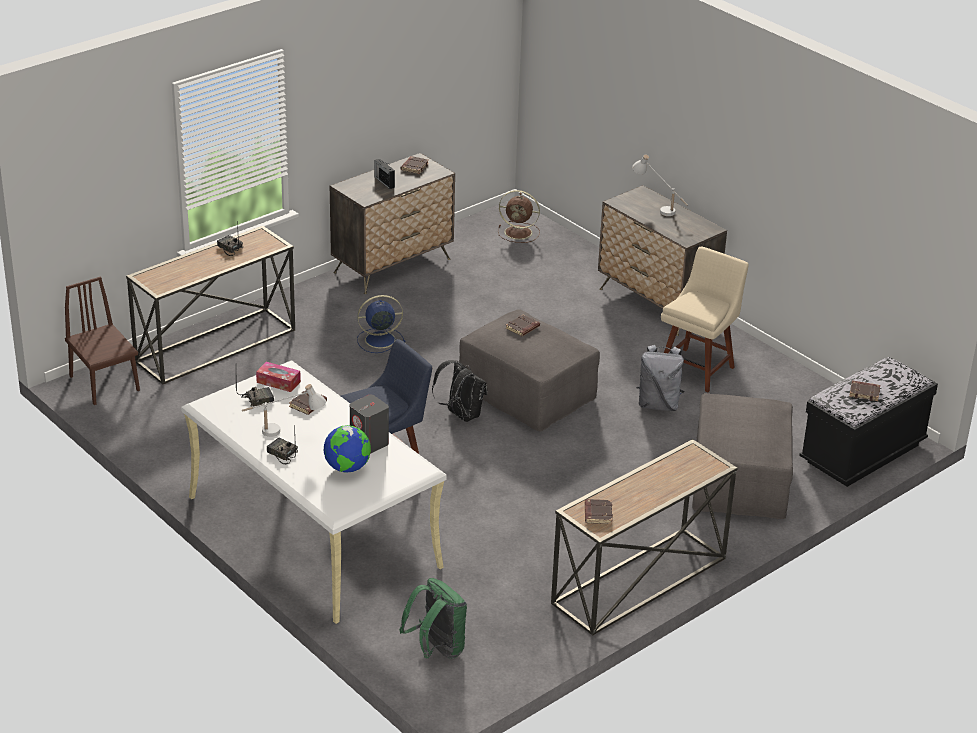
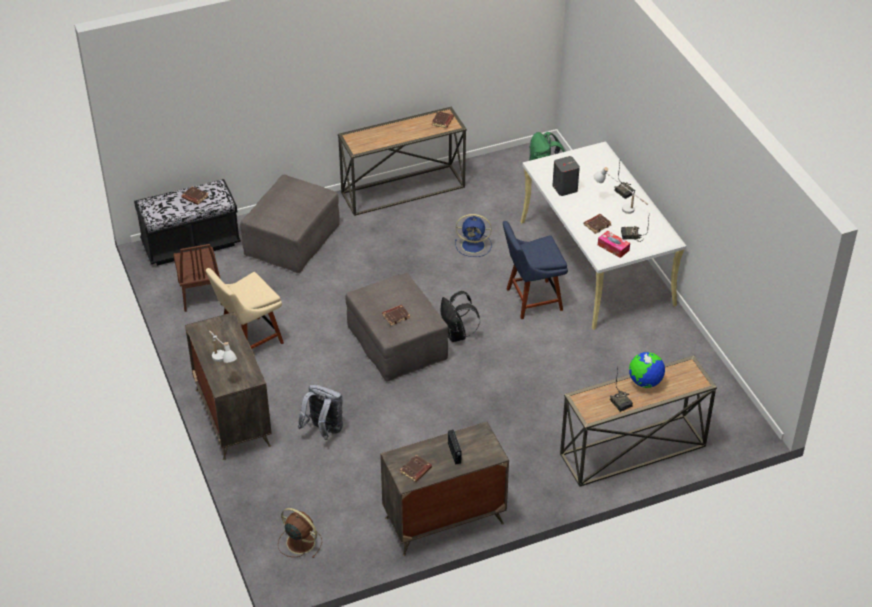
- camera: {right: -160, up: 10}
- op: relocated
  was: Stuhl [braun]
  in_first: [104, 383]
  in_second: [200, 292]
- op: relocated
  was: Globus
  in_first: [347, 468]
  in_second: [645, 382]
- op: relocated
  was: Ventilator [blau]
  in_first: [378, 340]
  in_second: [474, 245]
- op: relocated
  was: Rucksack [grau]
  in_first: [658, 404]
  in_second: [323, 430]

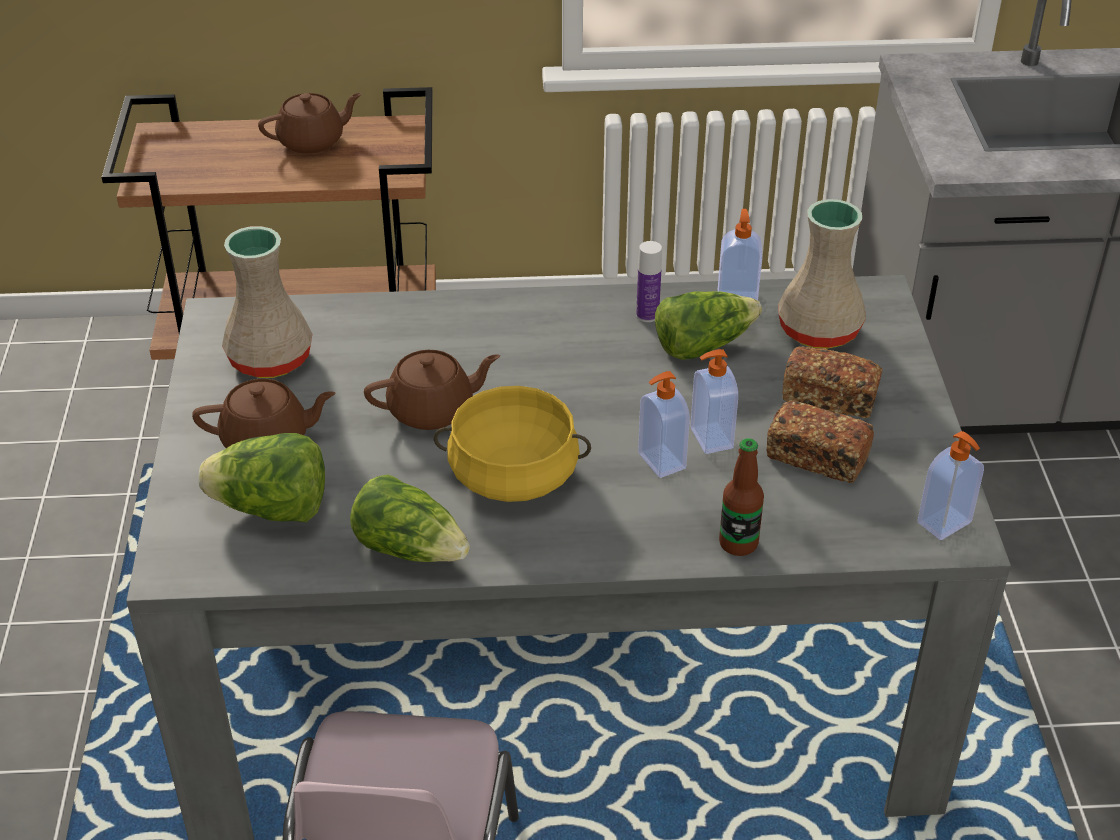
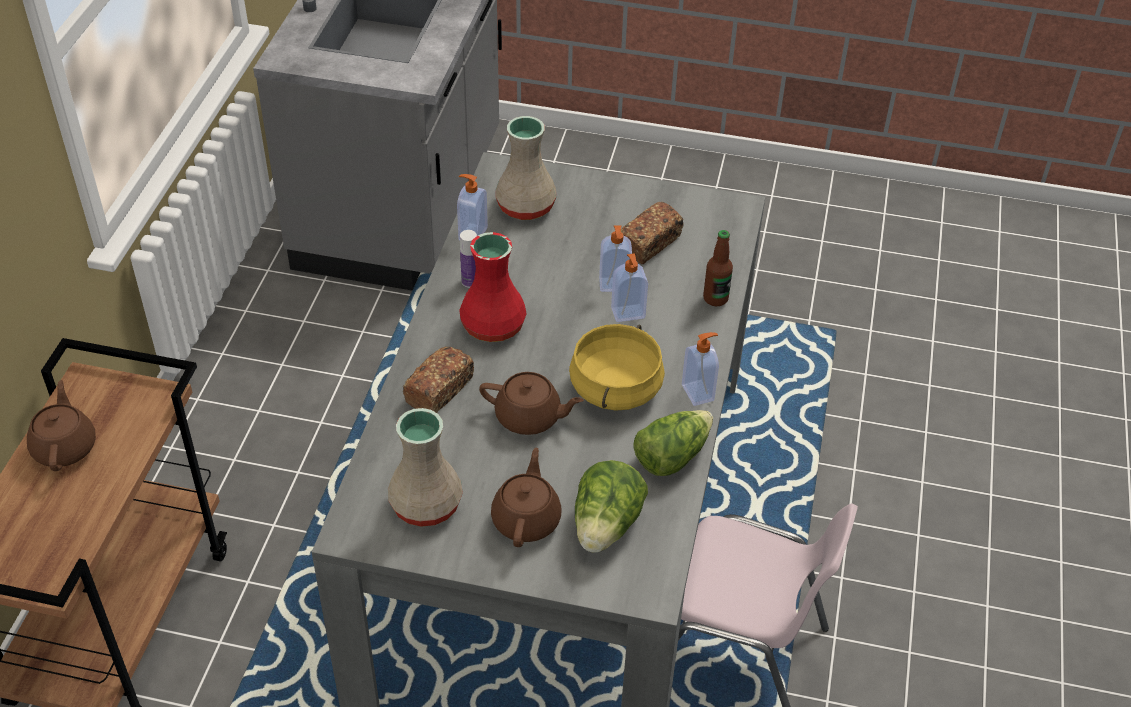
- camera: {right: -75, up: 5}
- op: spun
  was: Teekanne [braun]
  in_first: [433, 410]
  in_second: [529, 417]
  clockwise: 105
- op: missing
  was: Salatkopf
  in_first: [703, 344]
- op: relocated
  was: Brot
  in_first: [829, 397]
  in_second: [439, 390]
- op: relocated
  was: Seifenspender
  in_first: [945, 523]
  in_second: [699, 392]
- op: appeared
  now: Vase [rot]
  in_second: [494, 326]

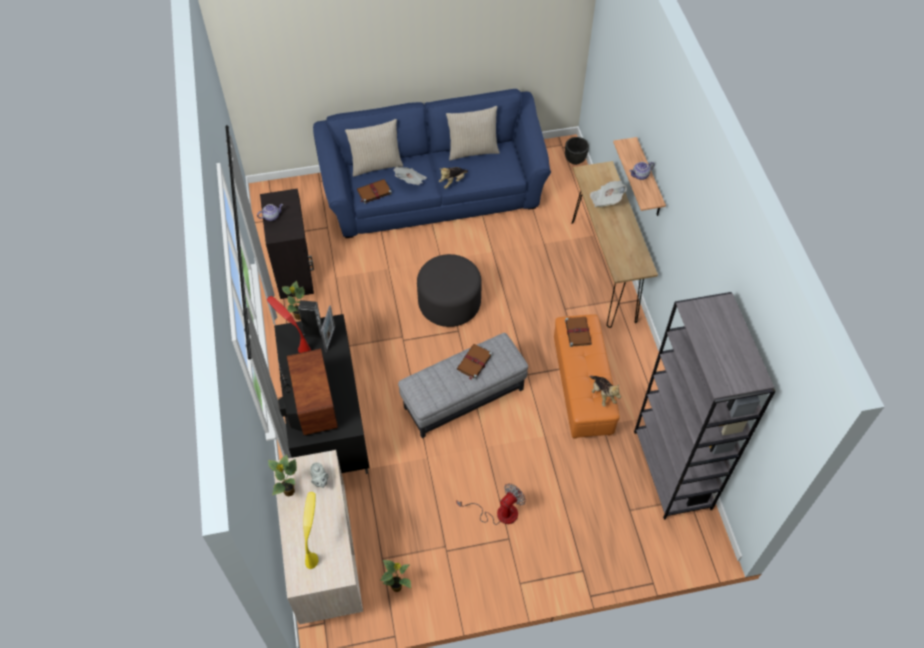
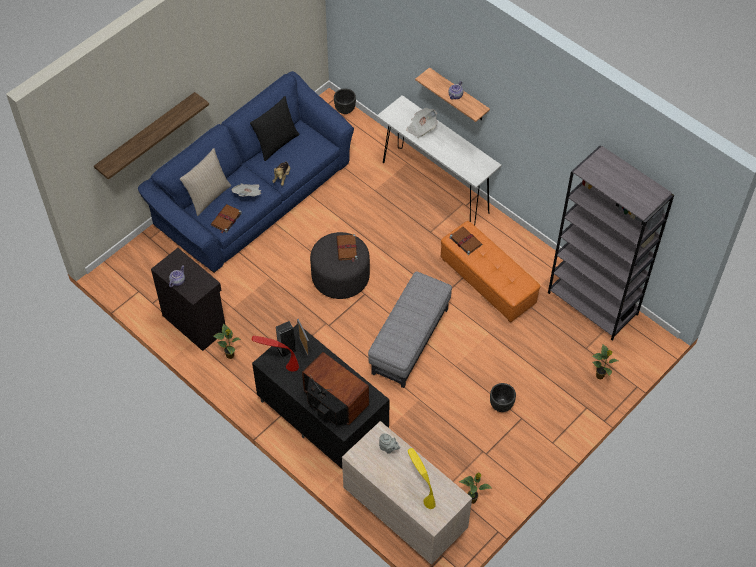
- camera: {right: -35, up: 0}
- op: relocated
  was: Topfpflanze
  in_first: [289, 492]
  in_second: [600, 376]
- op: colour
  was: Kissen [beige]
  now: Kissen [schwarz]
  in_first: [472, 150]
  in_second: [276, 143]
- op: relocated
  was: Buch [braun]
  in_first: [474, 362]
  in_second: [347, 248]
- op: exchanged
  was: Ventilator
  now: Pflanzkübel [schwarz]
  in_first: [499, 513]
  in_second: [501, 405]
- op: colour
  was: Konsolentisch [braun]
  now: Konsolentisch [weiß]
  in_first: [603, 271]
  in_second: [435, 187]
- op: missing
  was: Plüschtier
  in_first: [602, 394]
- op: appeared
  now: Wandregal
  in_second: [146, 135]

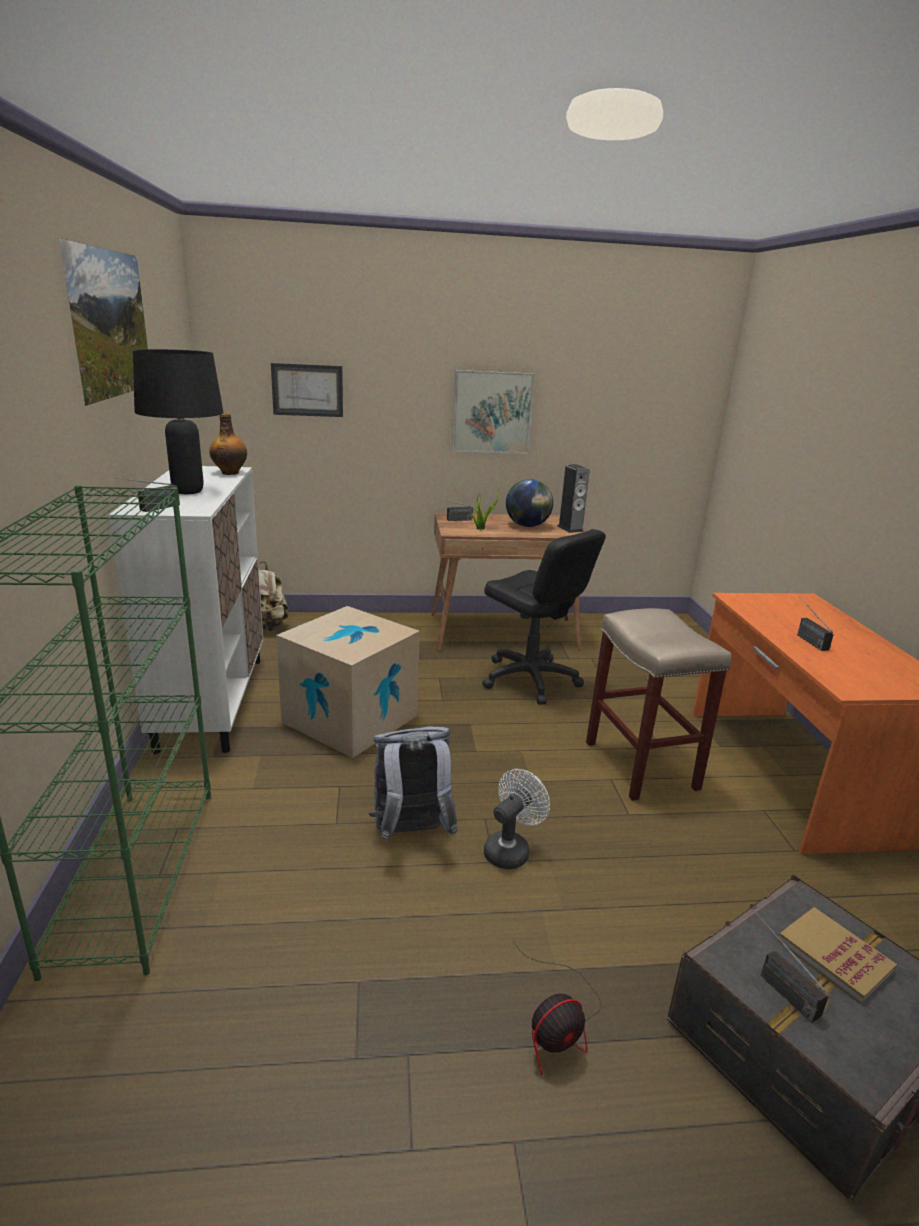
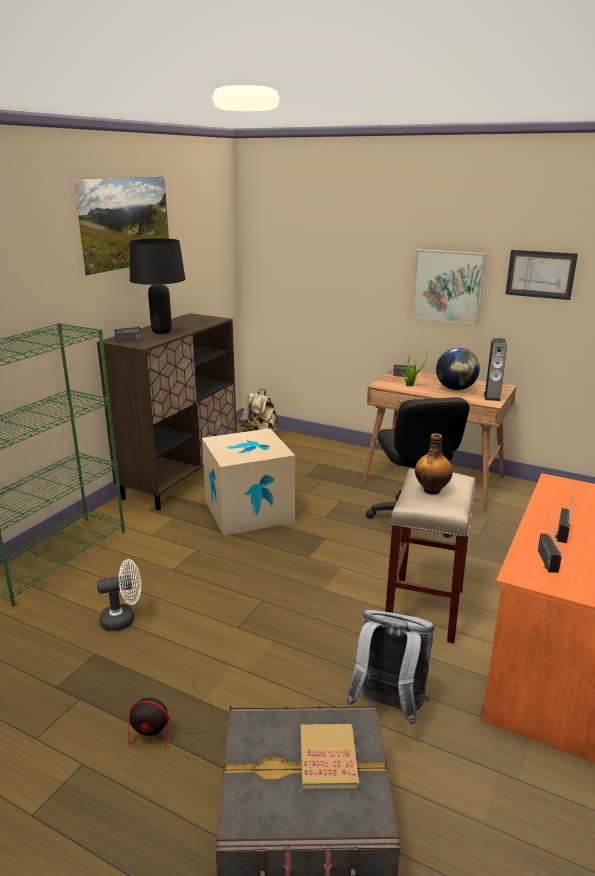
- camera: {right: 35, up: 0}
- op: colour
  was: Schrank [weiß]
  now: Schrank [braun]
  in_first: [212, 701]
  in_second: [180, 478]
- op: relocated
  was: Flasche
  in_first: [230, 473]
  in_second: [432, 490]
- op: relocated
  was: Bild
  in_first: [307, 390]
  in_second: [540, 274]
- op: relocated
  was: Rucksack [grau]
  in_first: [411, 833]
  in_second: [388, 707]
- op: relocated
  was: Ventilator [weiß]
  in_first: [510, 849]
  in_second: [123, 619]
- op: relocated
  was: Radio
  in_first: [775, 983]
  in_second: [543, 555]

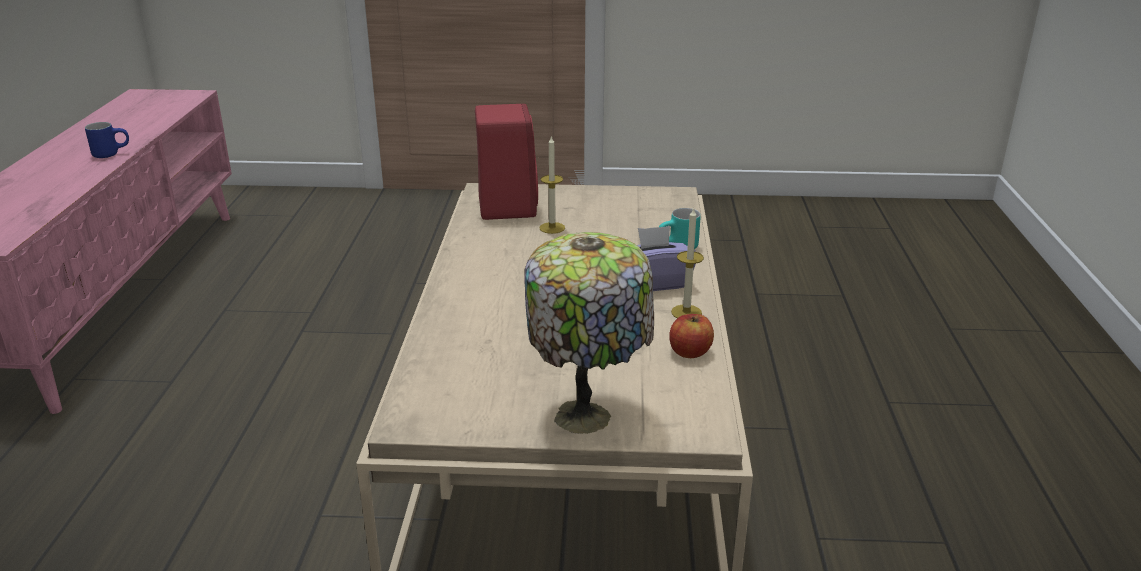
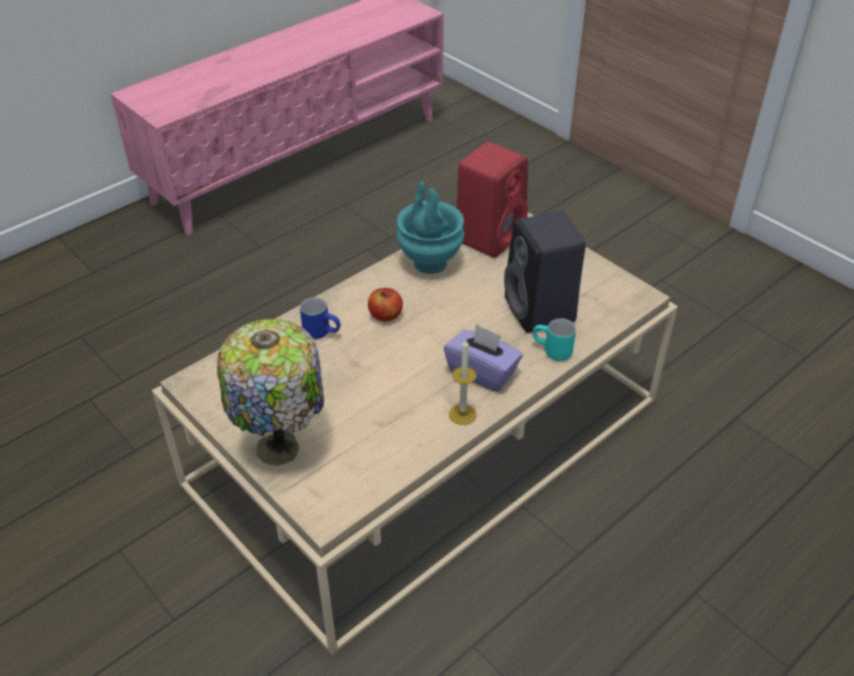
- camera: {right: 45, up: 15}
- op: relocated
  was: Henkelbecher [blau]
  in_first: [111, 153]
  in_second: [323, 332]
- op: missing
  was: Kerze
  in_first: [552, 228]
- op: relocated
  was: Apfel
  in_first: [690, 352]
  in_second: [385, 315]
- op: appeared
  now: Vase [türkis]
  in_second: [429, 263]
- op: appeared
  now: Lautsprecher [schwarz]
  in_second: [541, 311]

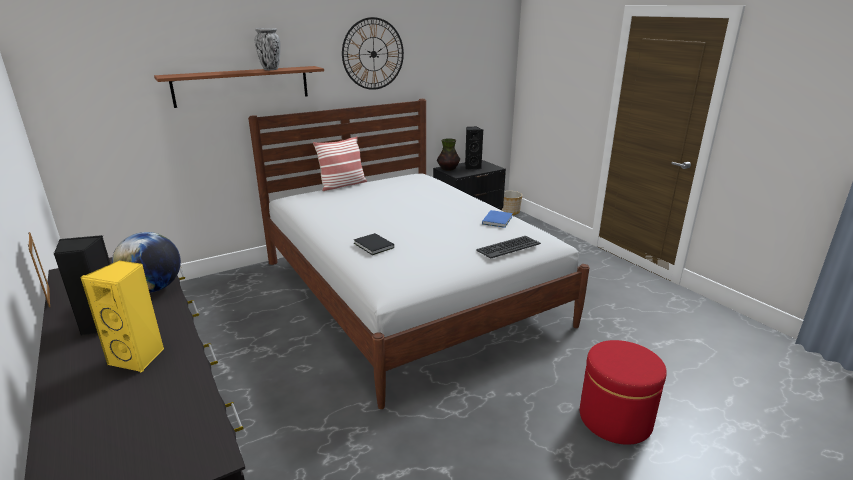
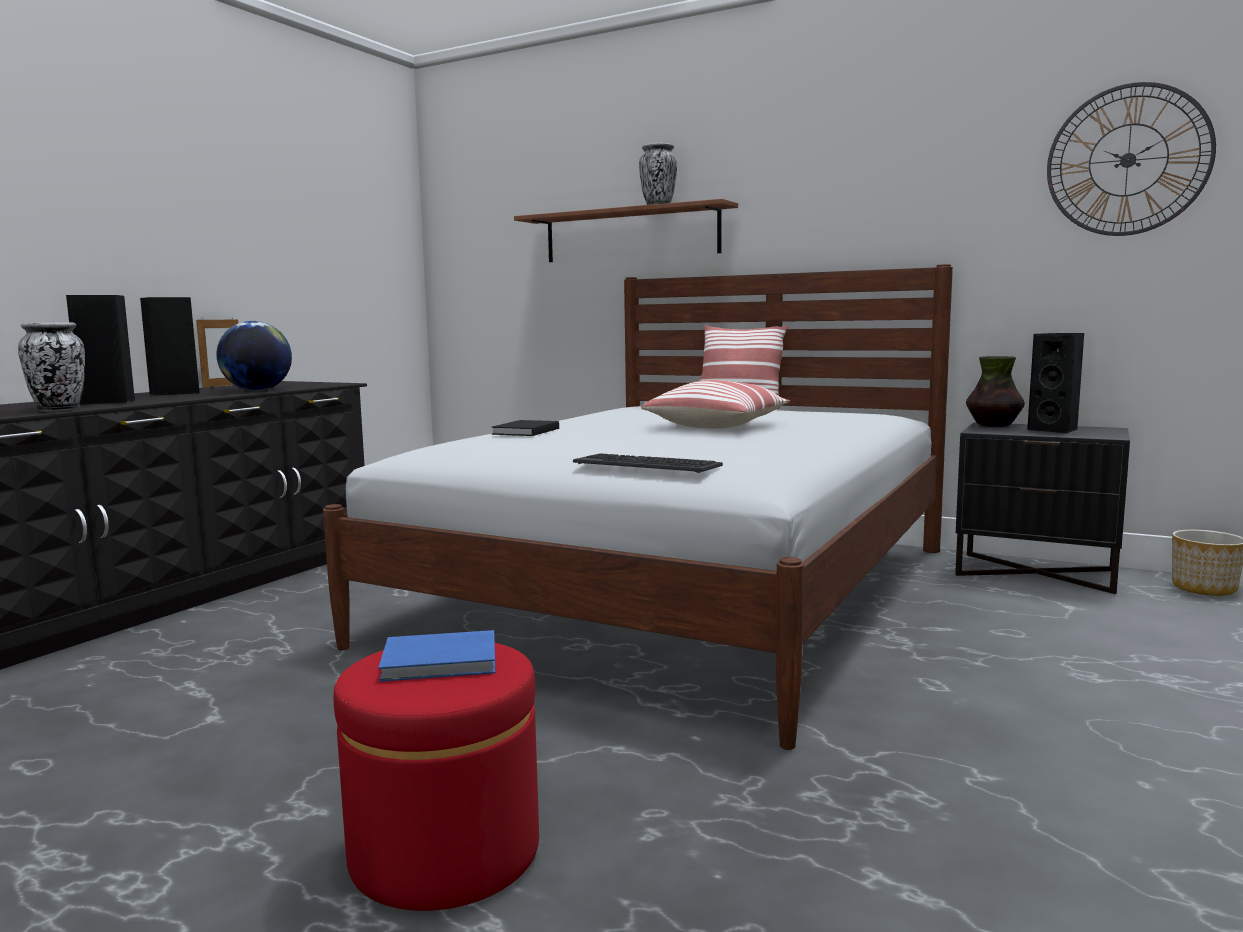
- camera: {right: 60, up: -15}
- op: colour
  was: Lautsprecher [gelb]
  now: Lautsprecher [schwarz]
  in_first: [139, 358]
  in_second: [108, 402]
- op: relocated
  was: Wanduhr
  in_first: [373, 54]
  in_second: [1128, 160]
- op: relocated
  was: Buch [blau]
  in_first: [498, 220]
  in_second: [443, 661]
- op: appeared
  now: Vase
  in_second: [59, 410]
- op: appeared
  now: Kissen
  in_second: [717, 425]

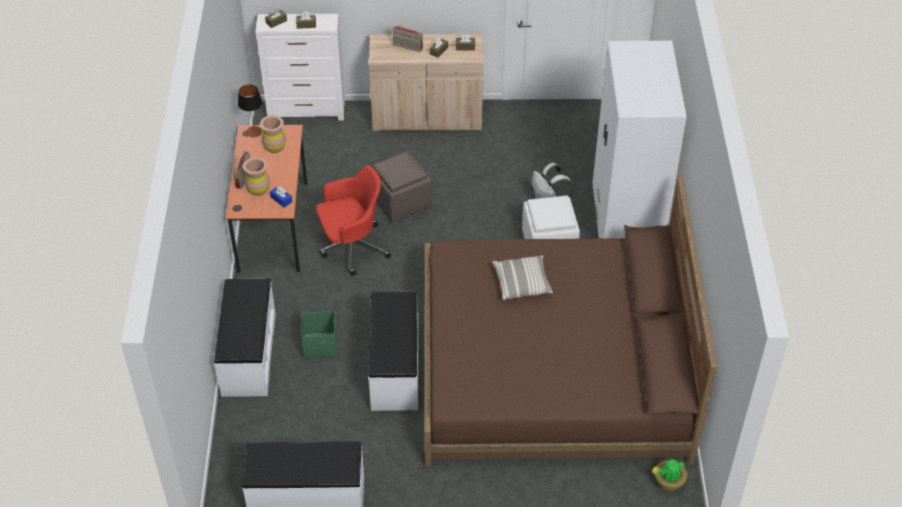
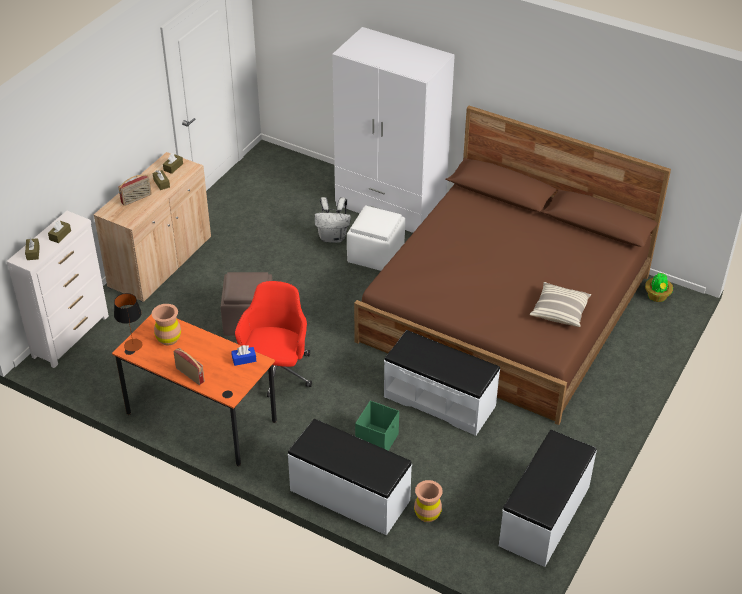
- camera: {right: -60, up: -5}
- op: relocated
  was: Vase [braun]
  in_first: [258, 189]
  in_second: [427, 514]
- op: relocated
  was: Kissen
  in_first: [522, 283]
  in_second: [559, 311]

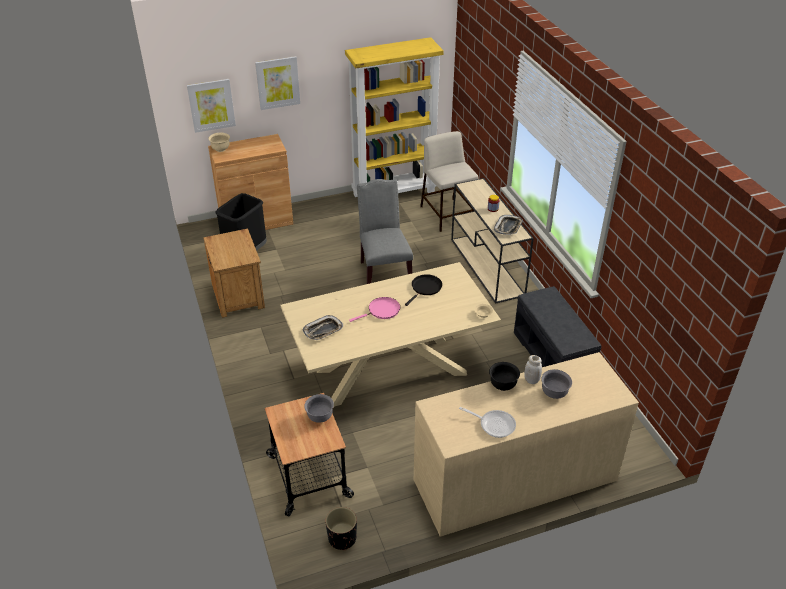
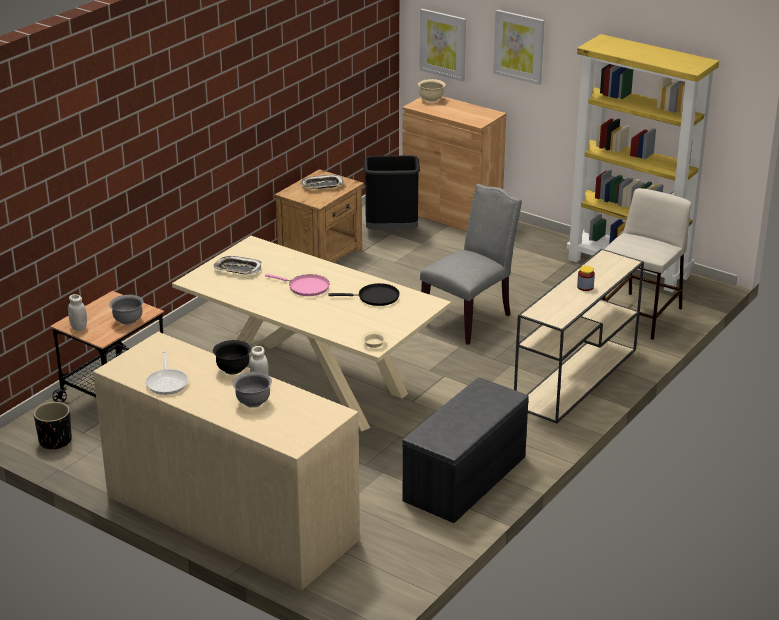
- camera: {right: 55, up: -10}
- op: relocated
  was: Tablett
  in_first: [508, 227]
  in_second: [322, 185]
- op: appeared
  now: Vorratsglas [weiß]
  in_second: [79, 327]

